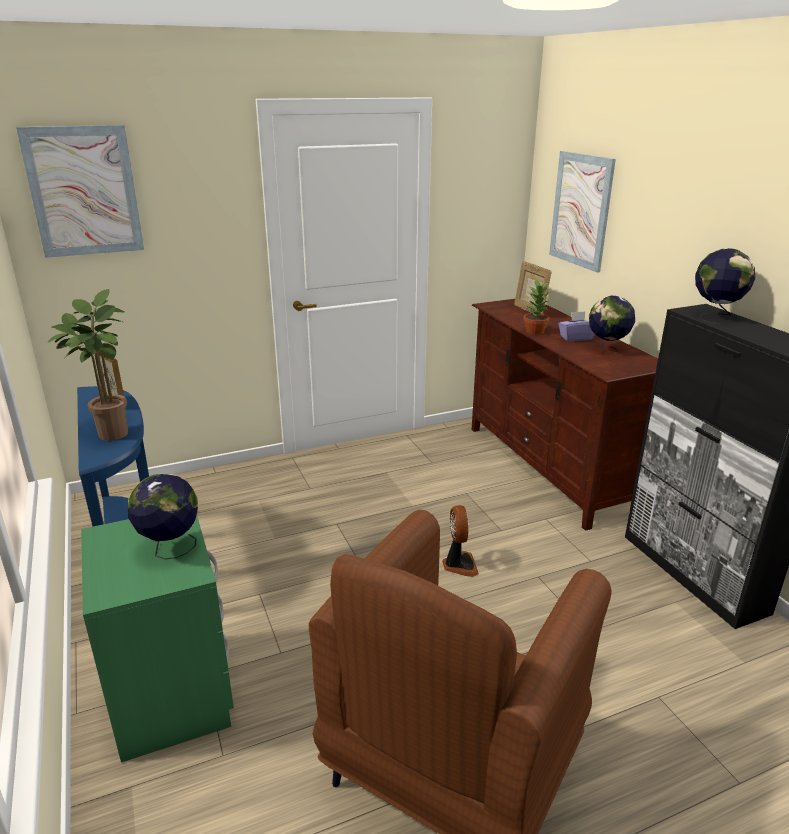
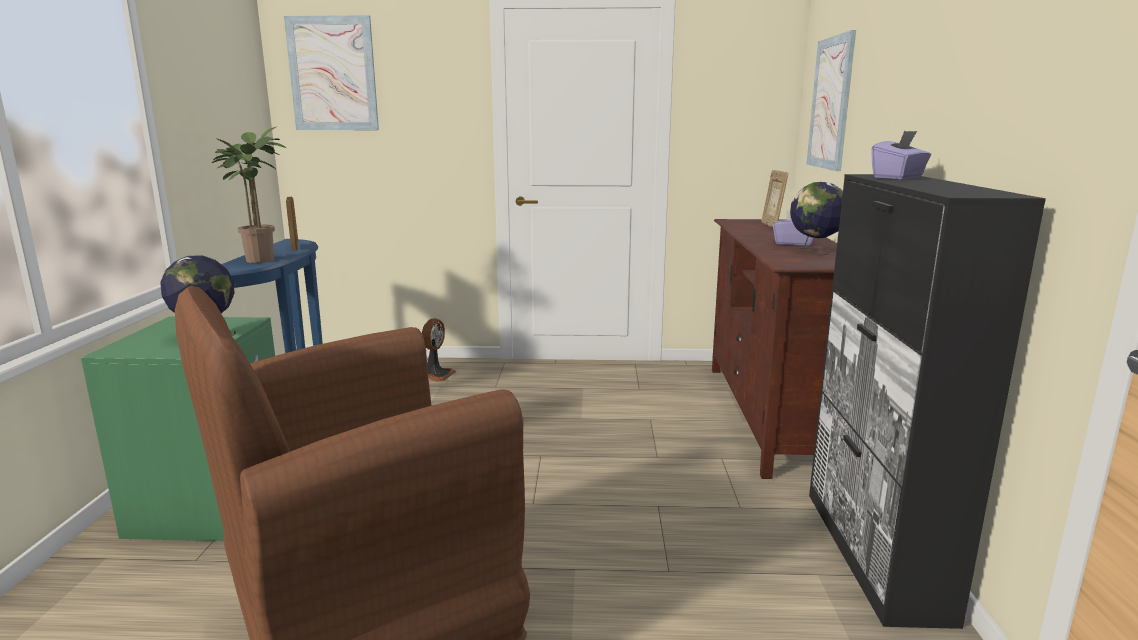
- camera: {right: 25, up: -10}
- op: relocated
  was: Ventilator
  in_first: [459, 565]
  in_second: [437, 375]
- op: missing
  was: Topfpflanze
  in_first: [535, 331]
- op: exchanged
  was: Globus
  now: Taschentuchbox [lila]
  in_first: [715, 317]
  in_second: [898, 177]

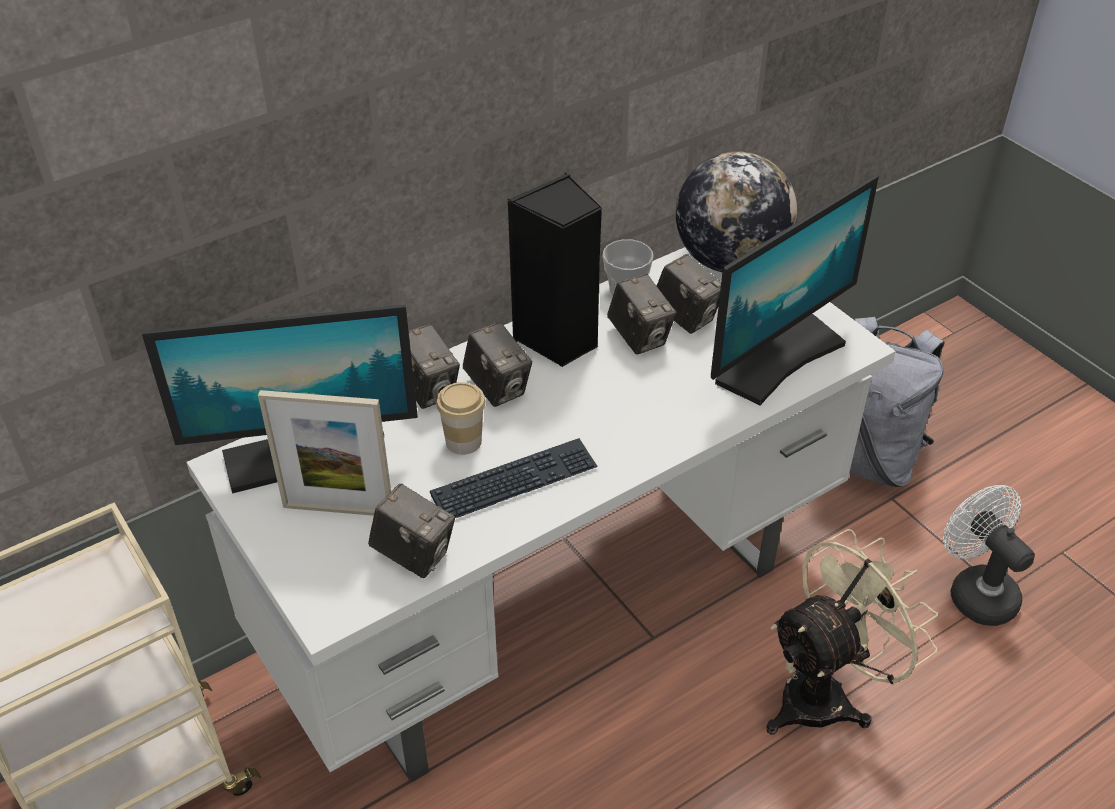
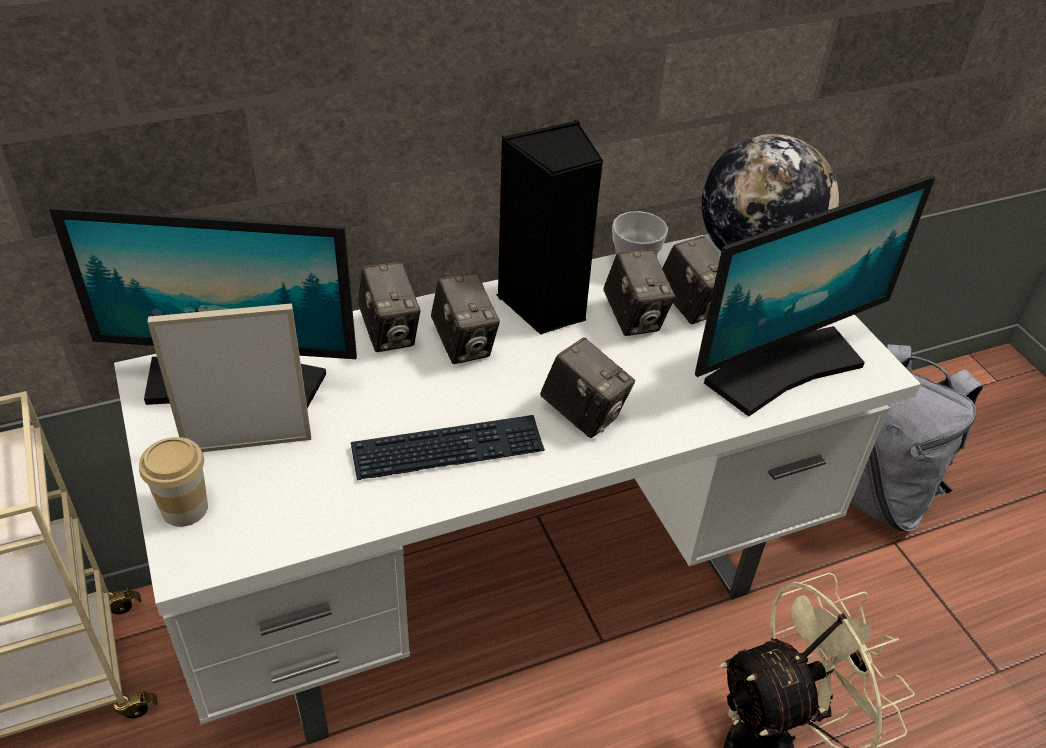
- camera: {right: 10, up: 0}
- op: spun
  was: Bilderrahmen
  in_first: [338, 509]
  in_second: [248, 444]
  clockwise: 150
- op: relocated
  was: Kamera
  in_first: [414, 554]
  in_second: [583, 414]
- op: relocated
  was: Tasse
  in_first: [463, 441]
  in_second: [185, 508]
- op: missing
  was: Ventilator [weiß]
  in_first: [975, 591]

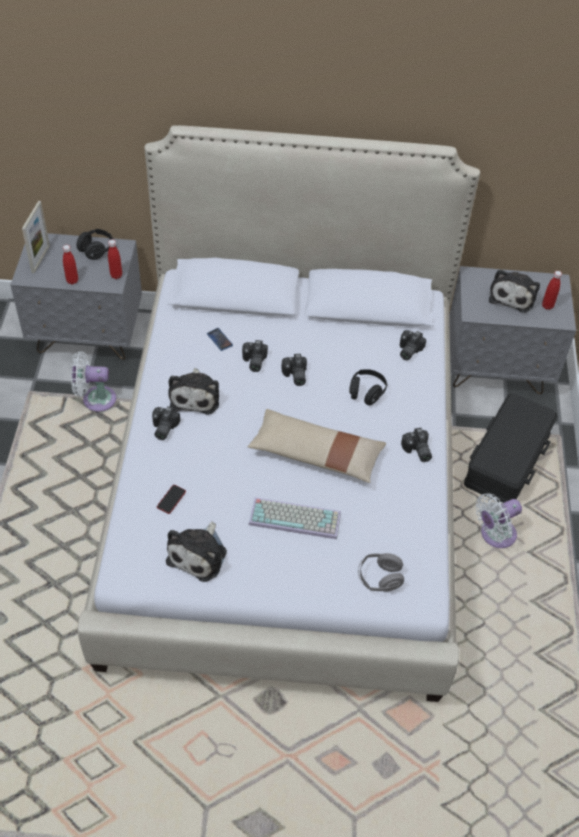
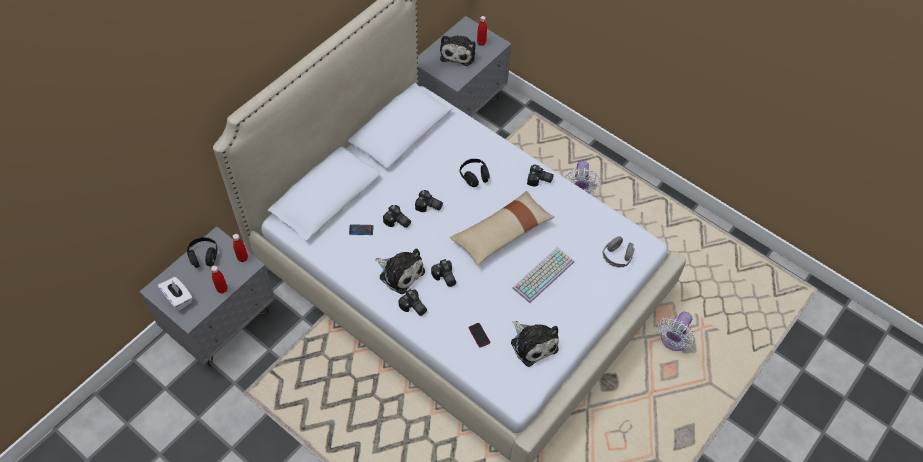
- camera: {right: -55, up: 5}
- op: exchanged
  was: Bilderrahmen
  now: Taschentuchbox [weiß]
  in_first: [40, 259]
  in_second: [178, 298]
- op: relocated
  was: Ventilator [weiß]
  in_first: [95, 399]
  in_second: [673, 341]
- op: relocated
  was: Kamera
  in_first: [407, 350]
  in_second: [444, 278]
- op: missing
  was: Aufbewahrungsbox [schwarz]
  in_first: [508, 460]
- op: spun
  was: Plüschtier
  in_first: [513, 295]
  in_second: [458, 53]
  clockwise: 45

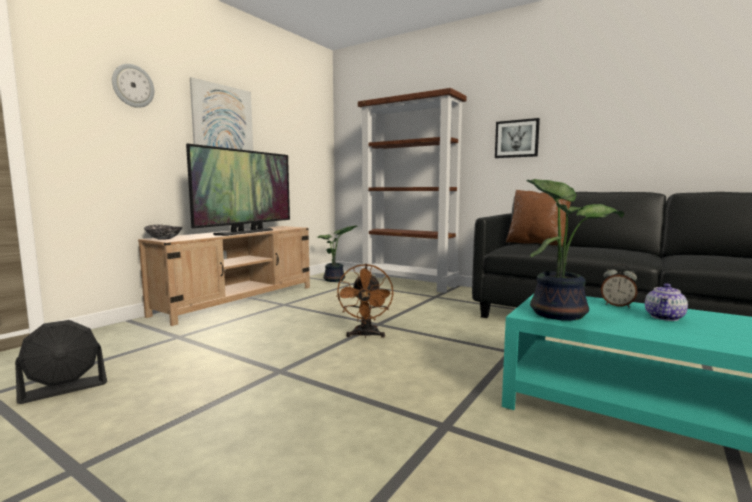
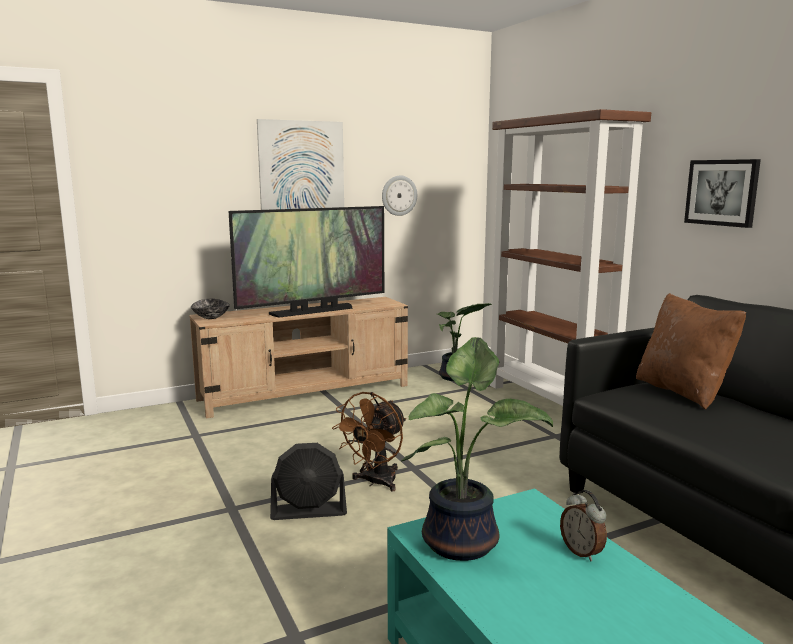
- camera: {right: 30, up: 5}
- op: relocated
  was: Ventilator [schwarz]
  in_first: [64, 389]
  in_second: [309, 511]
- op: relocated
  was: Wanduhr
  in_first: [133, 86]
  in_second: [399, 195]
- op: missing
  was: Teekanne
  in_first: [665, 317]

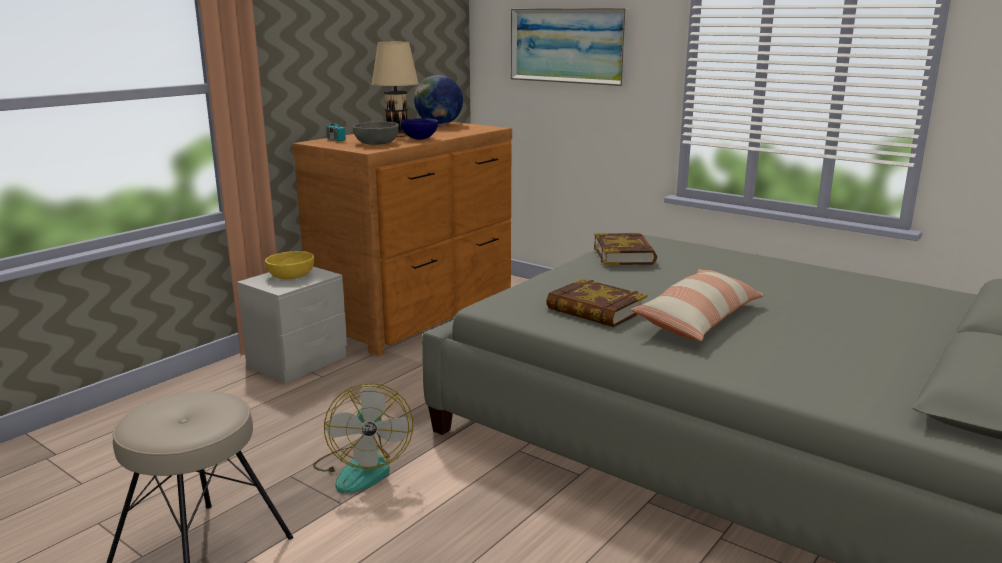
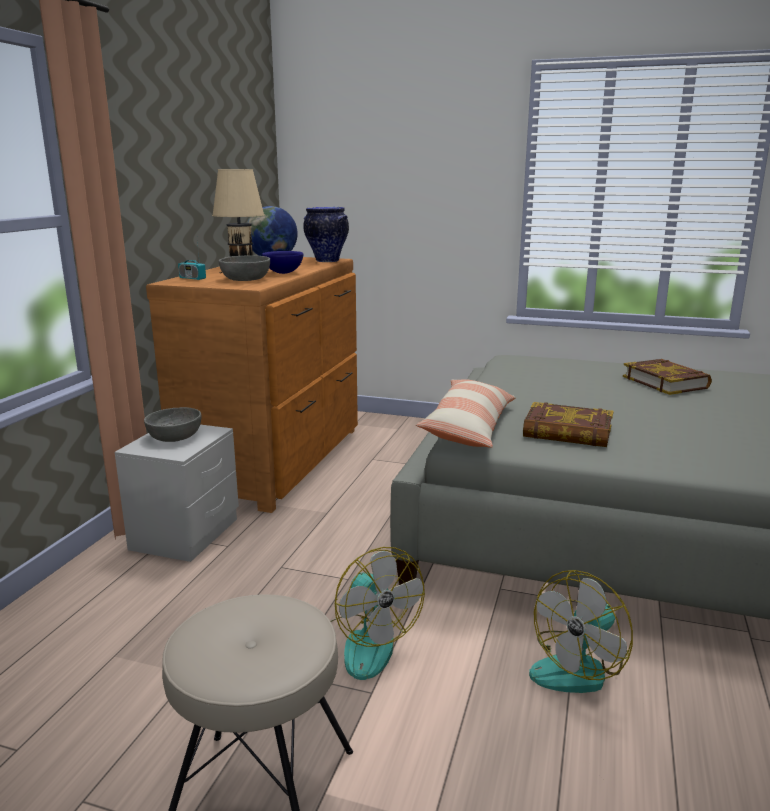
- camera: {right: -20, up: 0}
- op: colour
  was: Schüssel [gelb]
  now: Schüssel [grau]
  in_first: [290, 275]
  in_second: [174, 436]
- op: missing
  was: Bild
  in_first: [567, 45]
- op: relocated
  was: Buch
  in_first: [624, 255]
  in_second: [665, 382]
- op: relocated
  was: Kissen
  in_first: [698, 319]
  in_second: [469, 427]
- op: appeared
  now: Vase
  in_second: [326, 261]
- op: appeared
  now: Ventilator
  in_second: [578, 667]

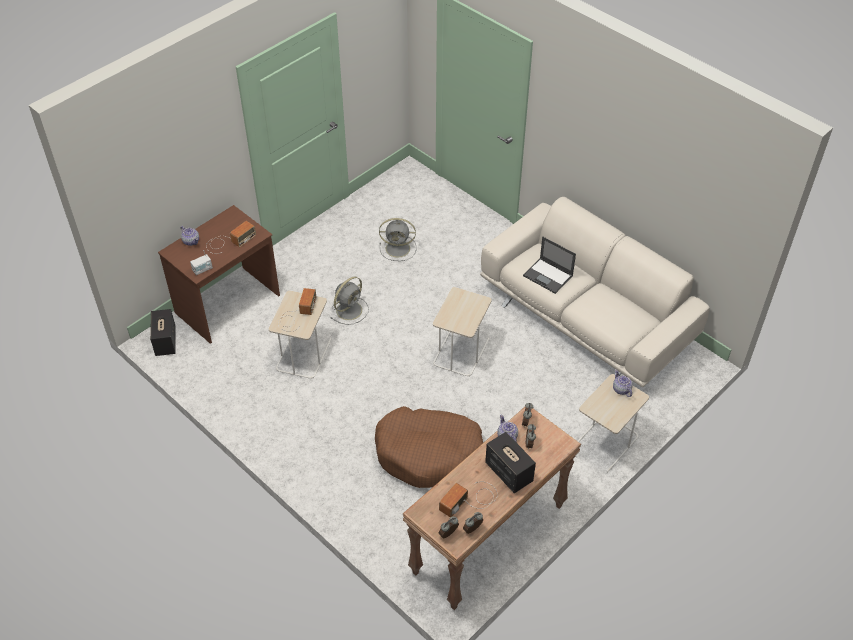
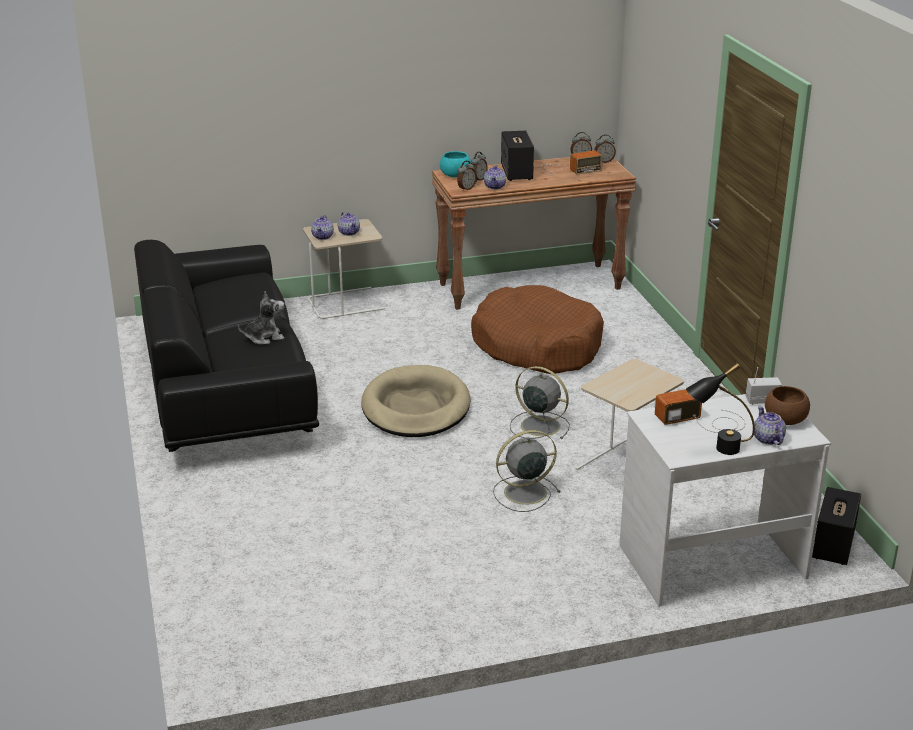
- camera: {right: -150, up: -20}
- op: colour
  was: Schreibtisch [braun]
  now: Schreibtisch [weiß]
  in_first: [228, 305]
  in_second: [711, 560]
- op: missing
  was: Radio
  in_first: [296, 314]
- op: relocated
  was: Ventilator [grau]
  in_first: [399, 248]
  in_second: [538, 425]
- op: exchanged
  was: Beistelltisch [beige]
  now: Hundebett [beige]
  in_first: [460, 351]
  in_second: [416, 407]
- op: colour
  was: Sofa [beige]
  now: Sofa [schwarz]
  in_first: [587, 317]
  in_second: [225, 388]
- op: exchanged
  was: Laptop
  now: Plüschtier
  in_first: [548, 276]
  in_second: [264, 337]
- op: appeared
  now: Teekanne
  in_second: [349, 232]
- op: appeared
  now: Schüssel [türkis]
  in_second: [455, 175]
- op: appeared
  now: Tischlampe [schwarz]
  in_second: [716, 449]
- op: appeared
  now: Schüssel [braun]
  in_second: [785, 420]

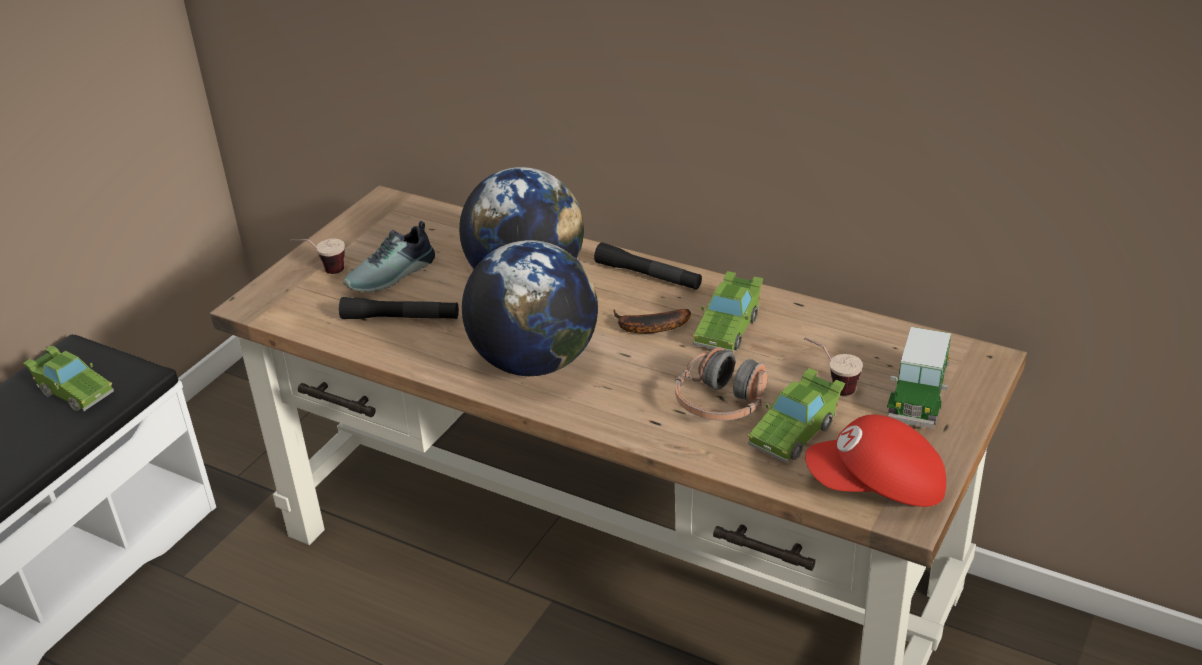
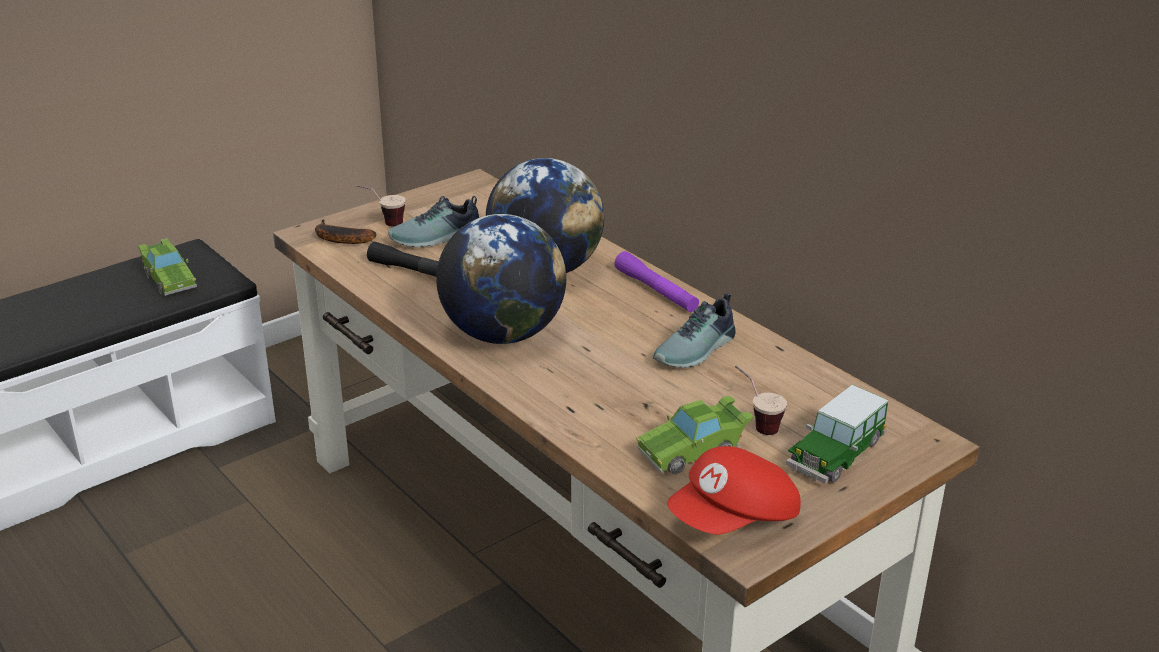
- camera: {right: 20, up: -5}
- op: colour
  was: Taschenlampe [schwarz]
  now: Taschenlampe [lila]
  in_first: [648, 275]
  in_second: [656, 291]
- op: relocated
  was: Banane
  in_first: [648, 327]
  in_second: [338, 239]
- op: missing
  was: Kopfhörer
  in_first: [721, 403]
- op: exchanged
  was: Spielzeugauto [grün]
  now: Schuh
  in_first: [728, 327]
  in_second: [697, 350]
- op: spun
  was: Kappe [rot]
  in_first: [877, 487]
  in_second: [734, 519]
  clockwise: -60

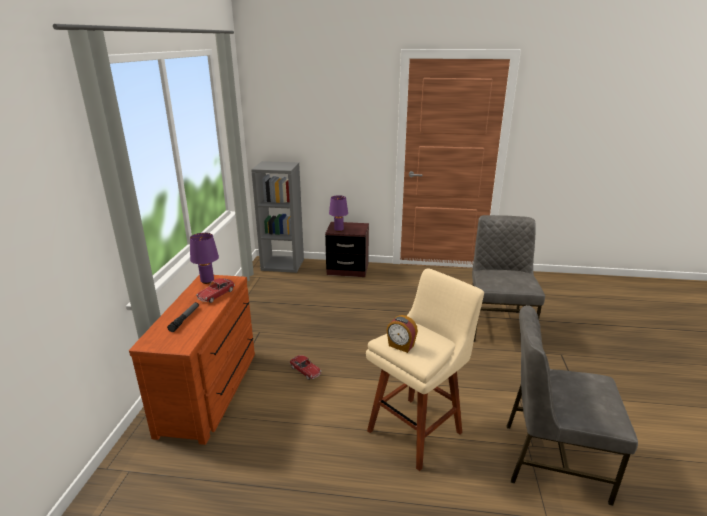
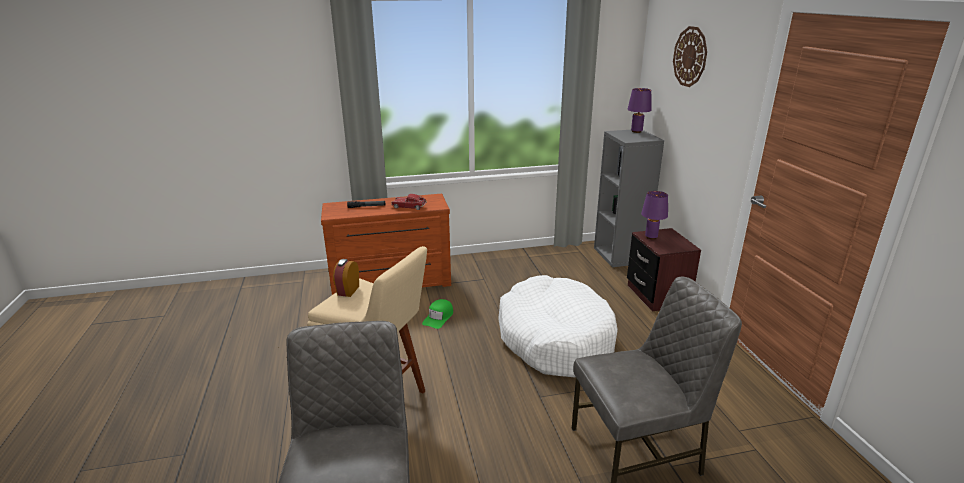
- camera: {right: 70, up: 0}
- op: relocated
  was: Tischlampe [lila]
  in_first: [207, 281]
  in_second: [637, 131]
- op: exchanged
  was: Spielzeugauto
  now: Kappe [grün]
  in_first: [305, 371]
  in_second: [438, 318]
- op: appeared
  now: Hundebett [weiß]
  in_second: [555, 338]
- op: appeared
  now: Wanduhr
  in_second: [690, 56]

